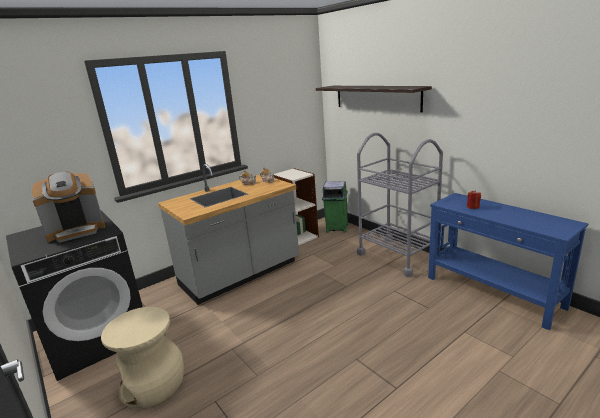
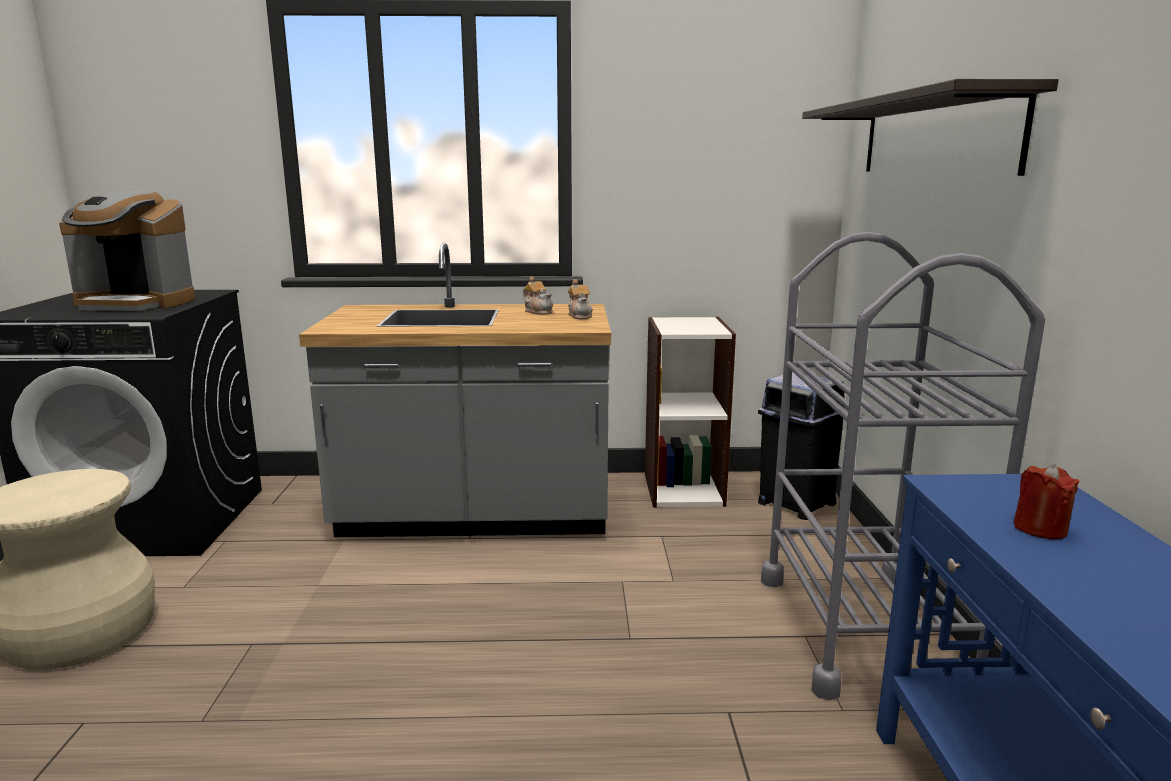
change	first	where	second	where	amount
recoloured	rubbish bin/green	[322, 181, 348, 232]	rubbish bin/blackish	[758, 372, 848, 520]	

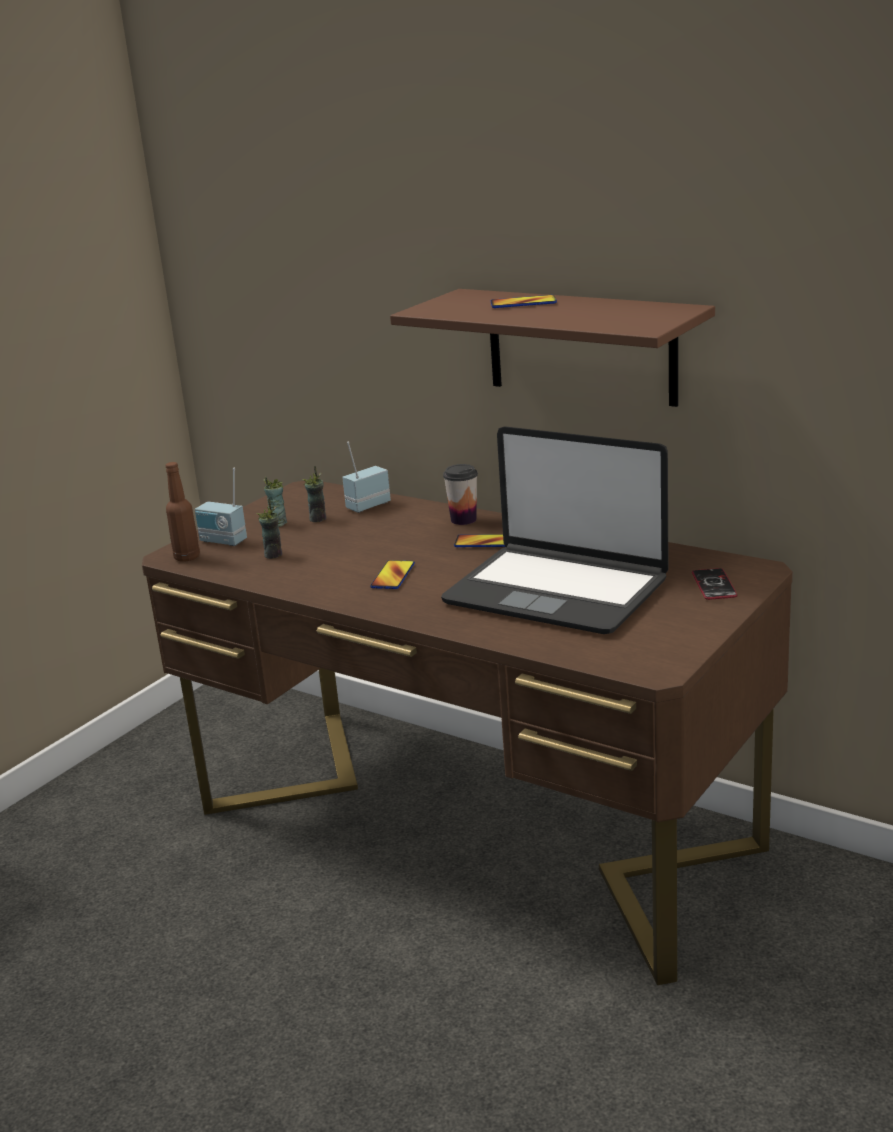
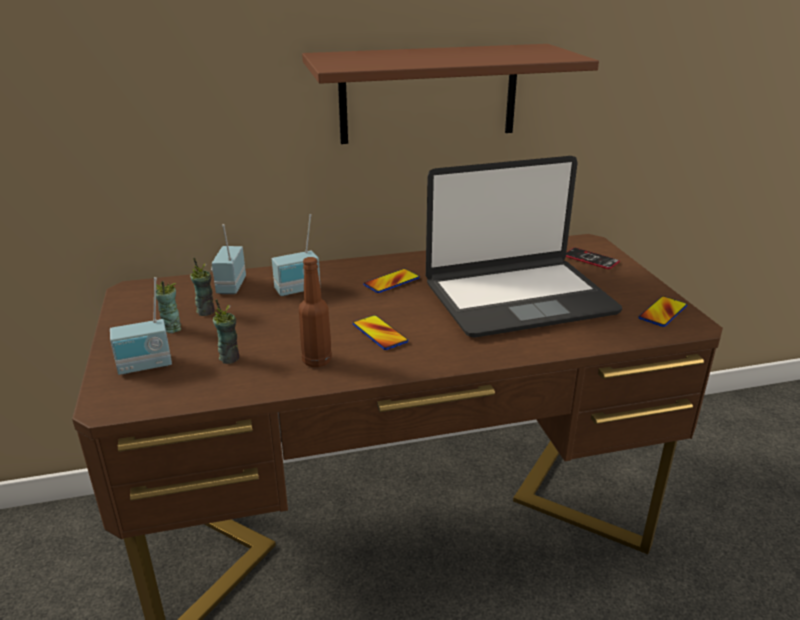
change	first	where	second	where	amount
moved	drink bottle/brown	[166, 462, 200, 562]		[299, 257, 332, 367]	
removed	drinking cup	[443, 464, 478, 525]			
moved	telephone	[491, 295, 557, 308]		[638, 296, 687, 327]	
added			radio receiver	[272, 214, 321, 296]	

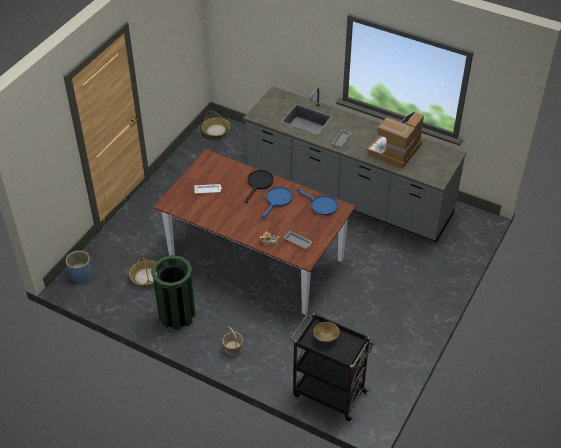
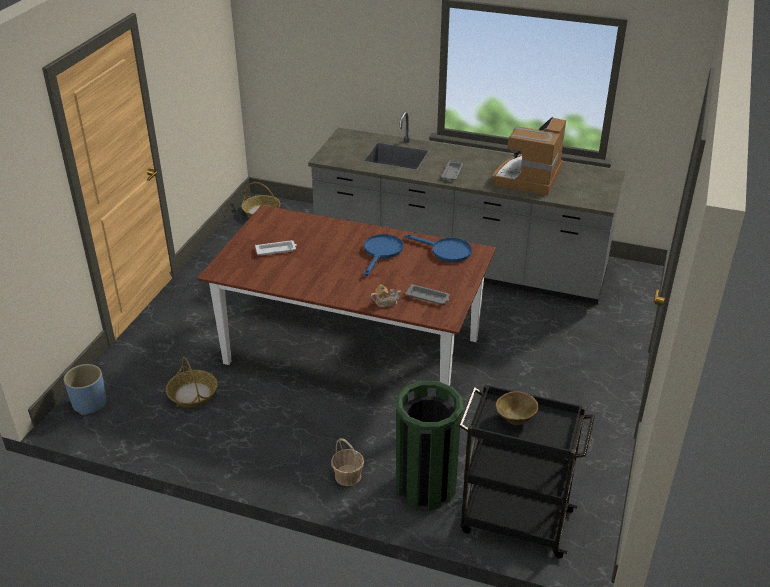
change	first	where	second	where	amount
moved	rubbish bin/green	[151, 255, 195, 330]		[396, 381, 463, 510]	
removed	pan/blackish	[245, 170, 274, 203]			

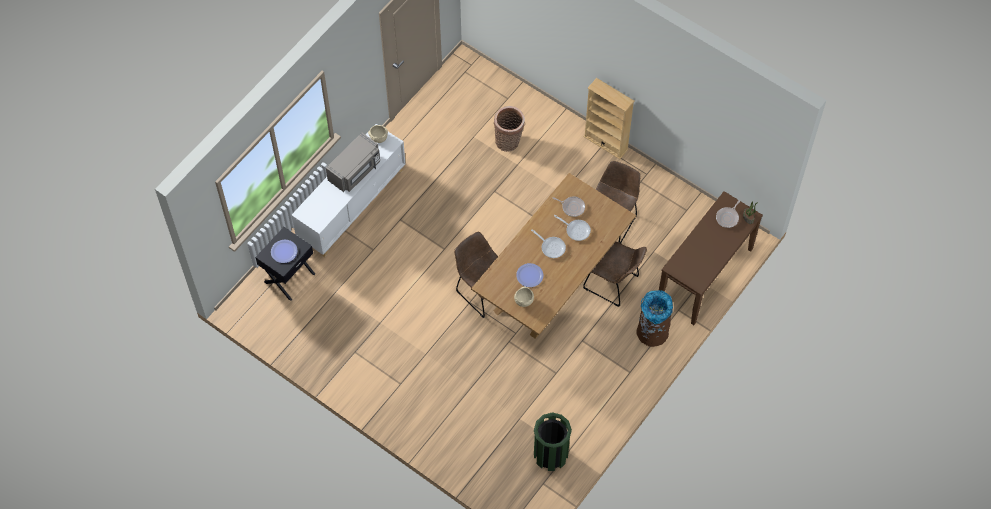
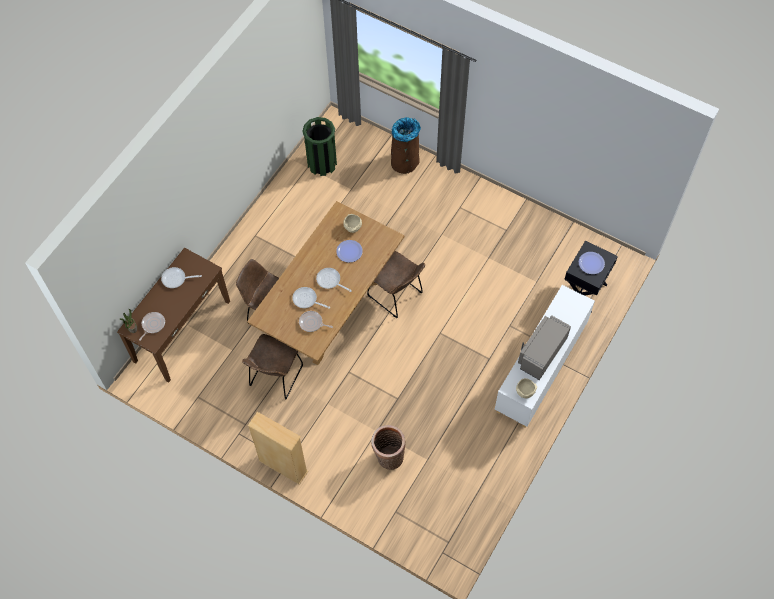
change	first	where	second	where	amount
moved	rubbish bin/brown	[636, 290, 673, 347]		[391, 117, 421, 174]	
added			pan	[161, 267, 202, 288]	

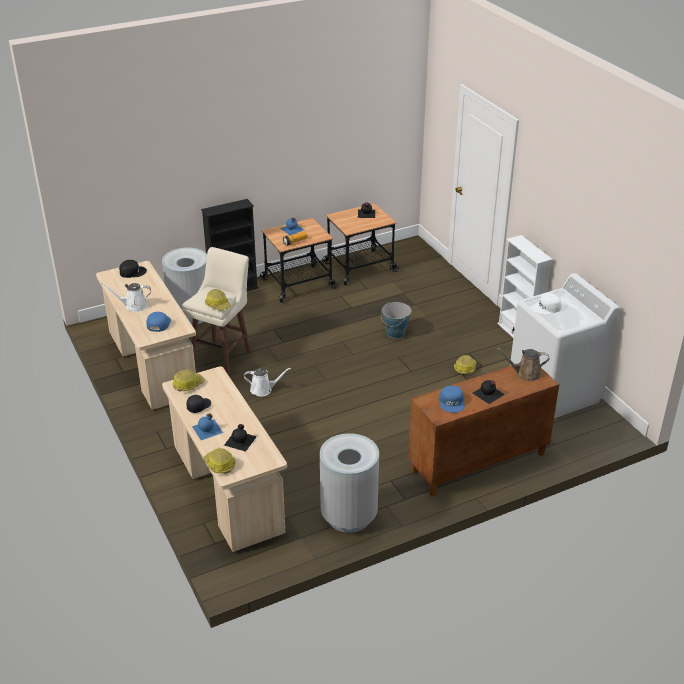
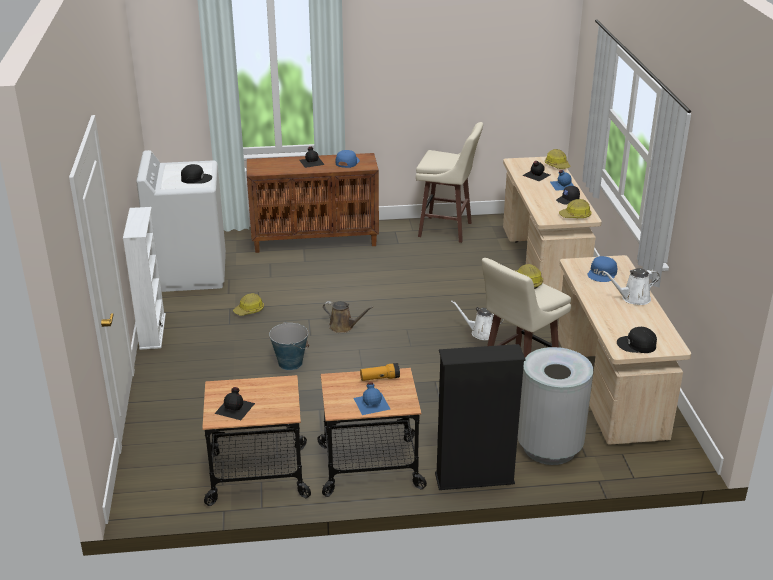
change	first	where	second	where	amount
turned	watering can/white-coloured	[102, 283, 152, 312]		[602, 268, 660, 305]	150 degrees clockwise
replaced	rubbish bin/gray	[320, 433, 379, 533]	sitting stool/sand-coloured	[416, 122, 483, 243]	
moved	watering can/brown	[497, 348, 549, 381]		[323, 301, 373, 333]	
recoloured	peaked cap/white-coloured	[532, 293, 562, 315]	peaked cap/blackish	[181, 164, 212, 184]	

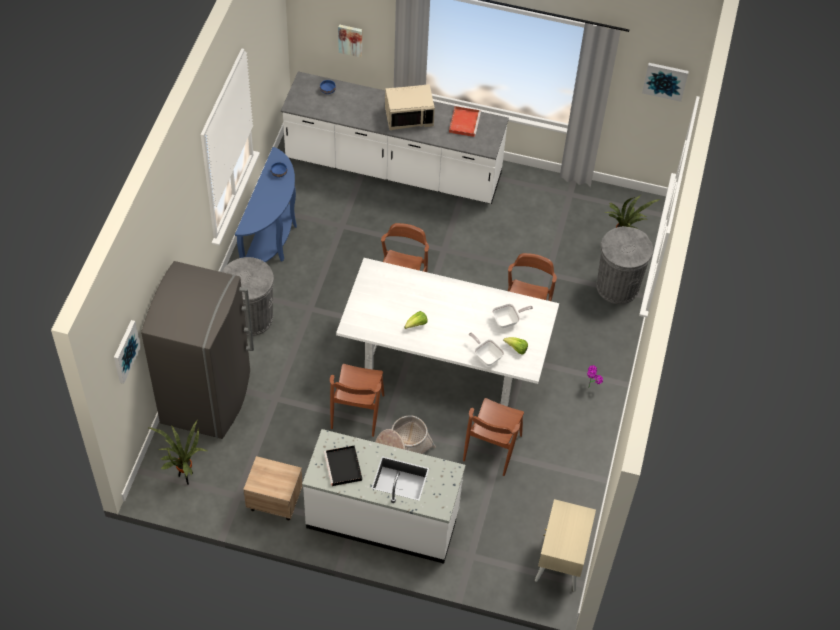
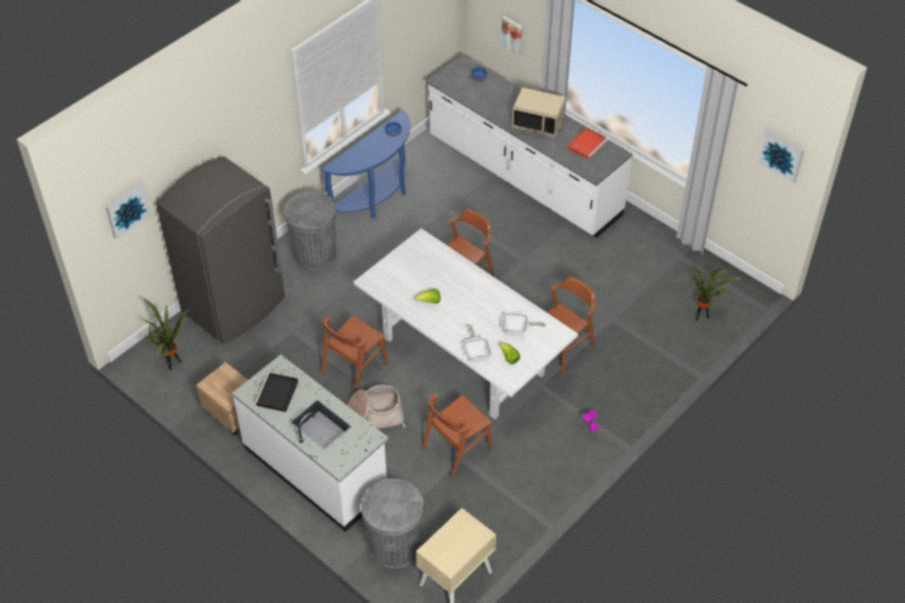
change	first	where	second	where	amount
moved	rubbish bin/gray	[596, 226, 653, 304]		[361, 479, 423, 569]	

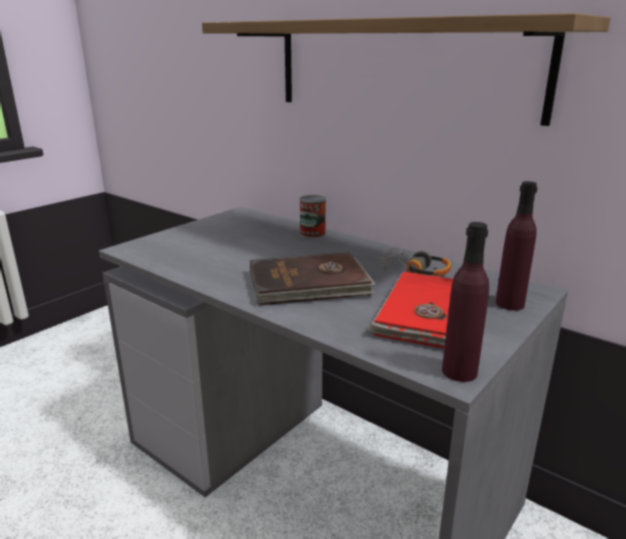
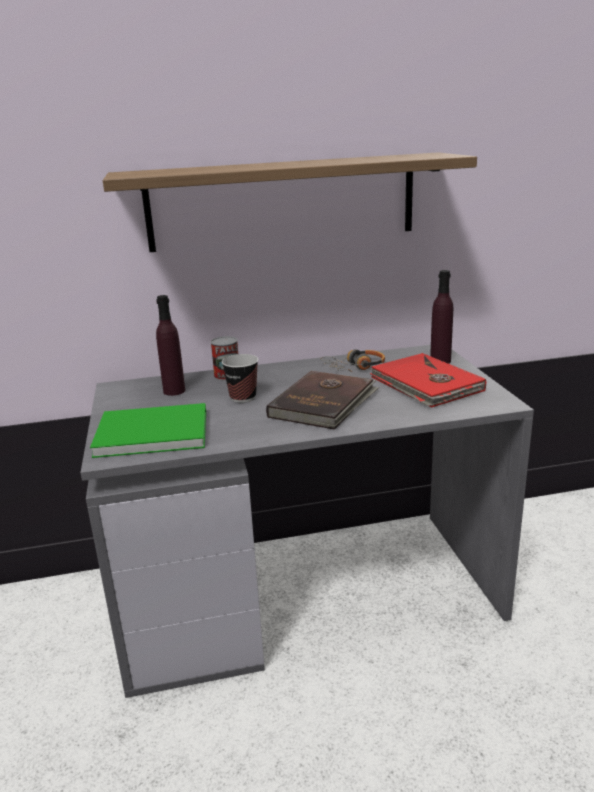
change	first	where	second	where	amount
moved	drink bottle/purple	[442, 222, 489, 382]		[156, 295, 185, 396]	
added			volume/green	[90, 403, 206, 458]	
added			drinking cup	[222, 354, 258, 403]	

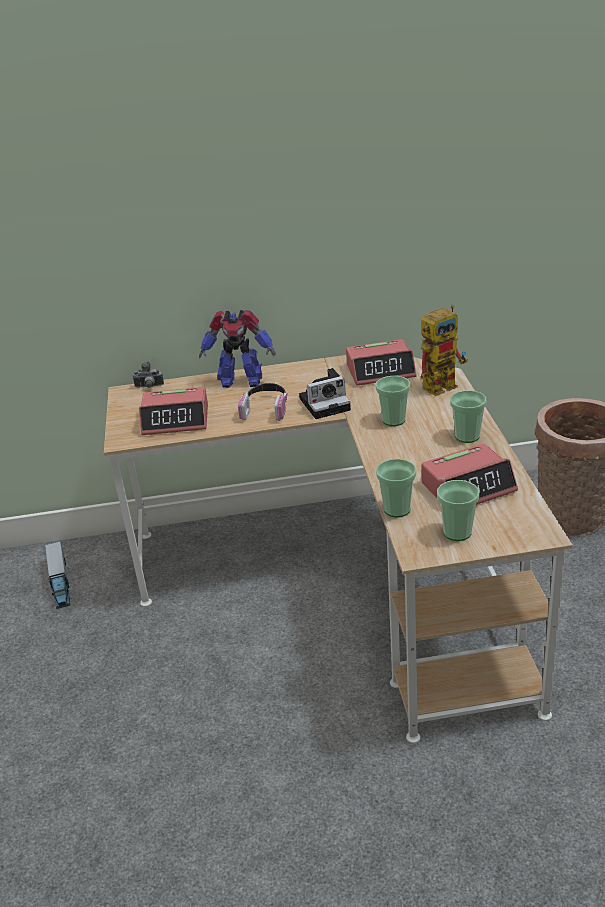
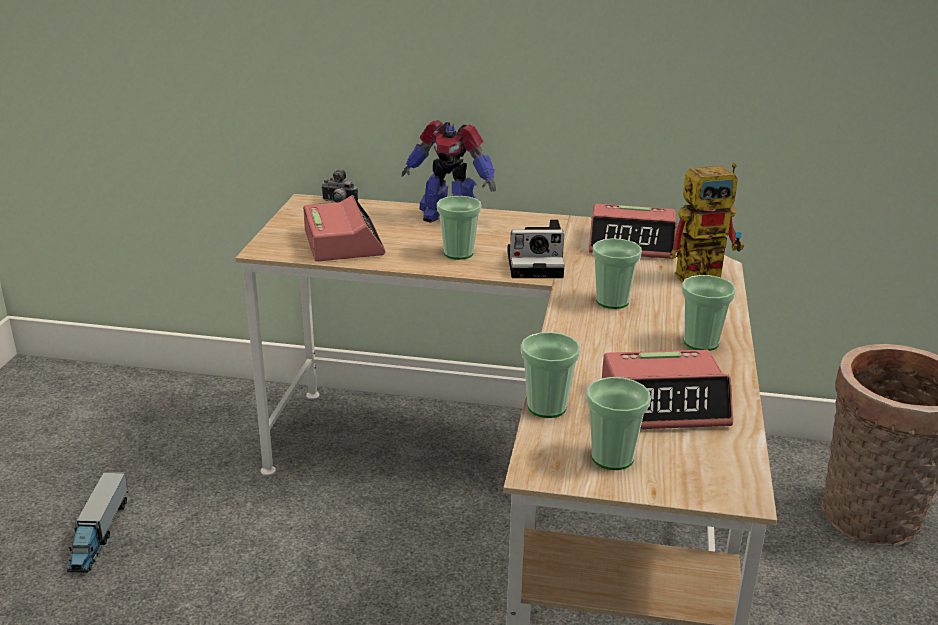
change	first	where	second	where	amount
moved	toy lorry	[45, 541, 71, 609]		[67, 472, 128, 573]	
turned	alarm clock	[139, 387, 208, 435]		[303, 195, 386, 261]	120 degrees counterclockwise
replaced	headphones	[238, 383, 288, 421]	drinking cup	[437, 196, 481, 260]	

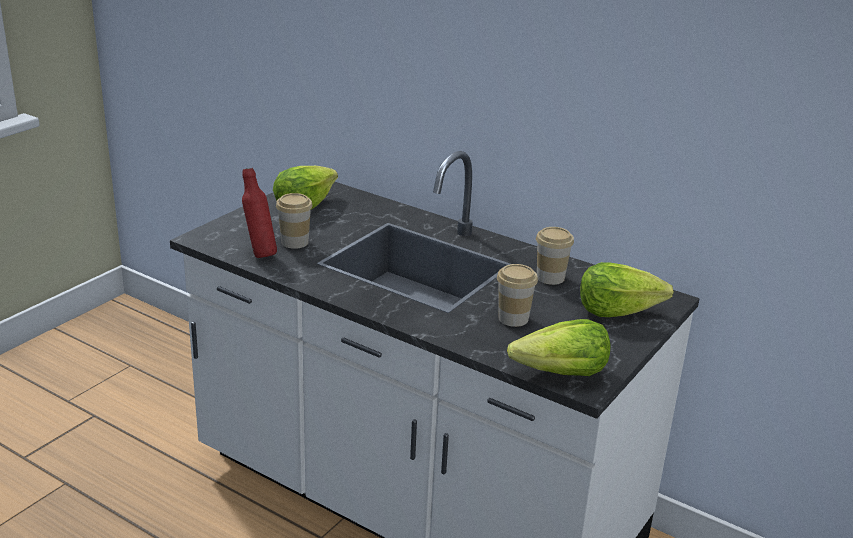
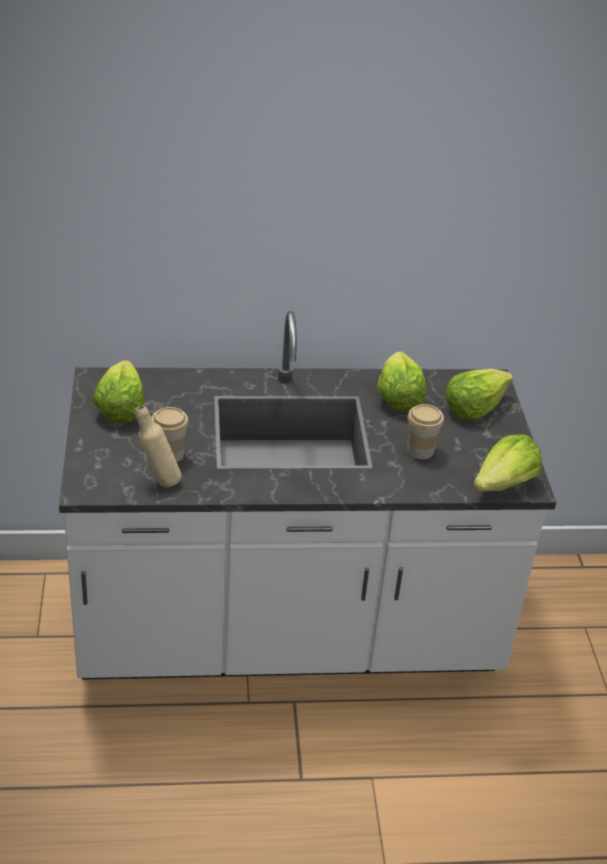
change	first	where	second	where	amount
recoloured	drink bottle/red-coloured	[242, 168, 277, 258]	drink bottle/sand-coloured	[135, 405, 181, 488]	
replaced	drinking cup	[536, 227, 574, 285]	lettuce	[377, 351, 426, 412]	

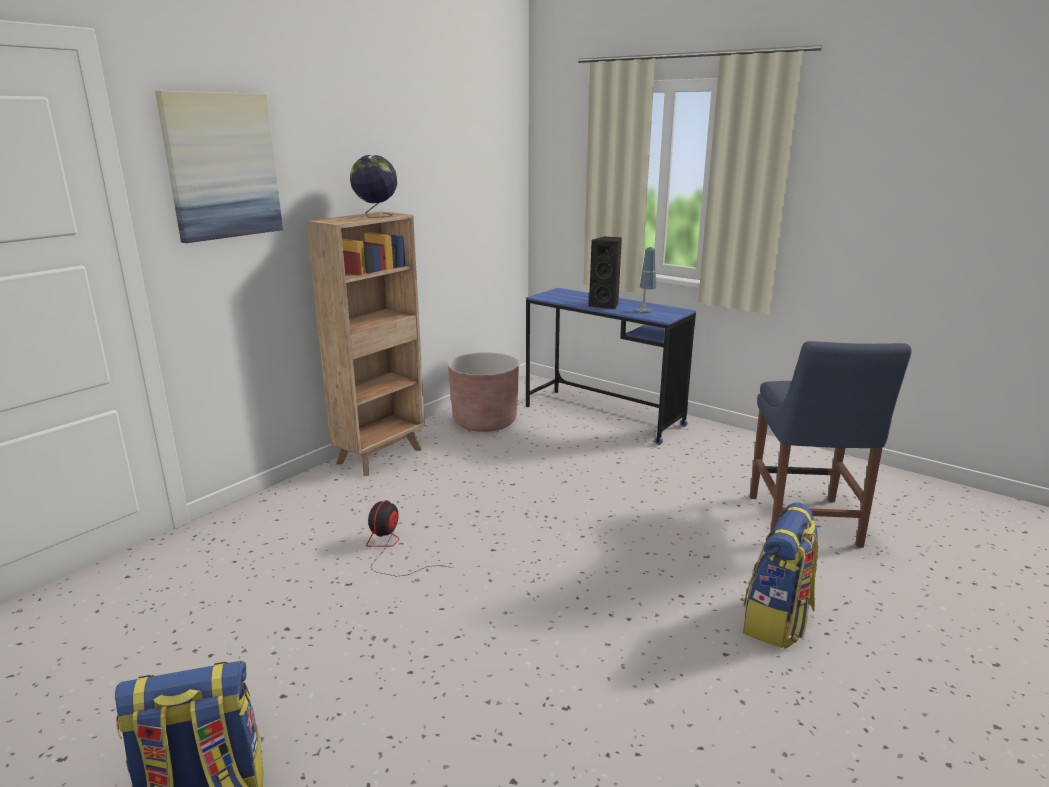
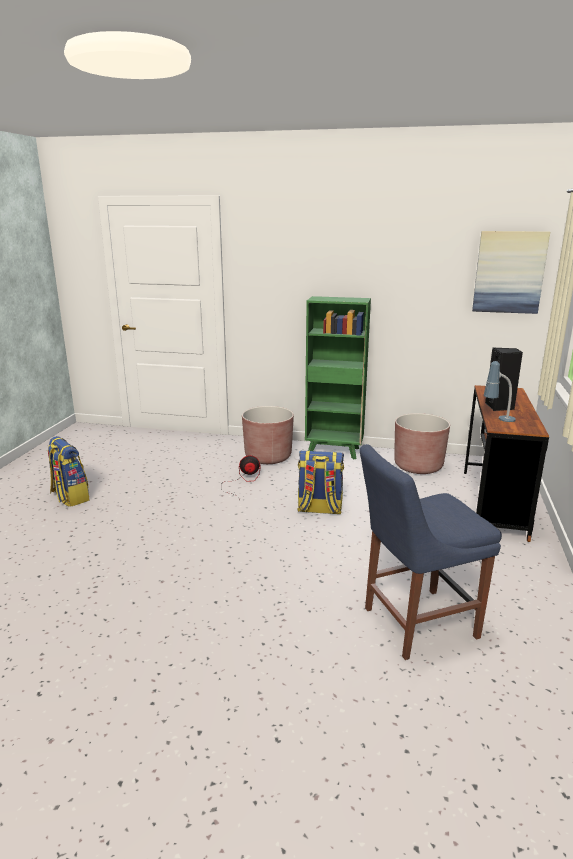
change	first	where	second	where	amount
moved	picture	[155, 91, 283, 243]		[472, 231, 550, 314]	
recoloured	shelving unit/brown	[306, 211, 425, 476]	shelving unit/green	[305, 296, 371, 459]	
removed	world globe	[350, 155, 397, 218]			
recoloured	desk/blue-coloured	[526, 288, 696, 445]	desk/brown	[464, 385, 549, 542]	
moved	backpack	[743, 502, 818, 649]		[297, 451, 344, 515]	
added			planter/brown	[242, 406, 294, 464]	

